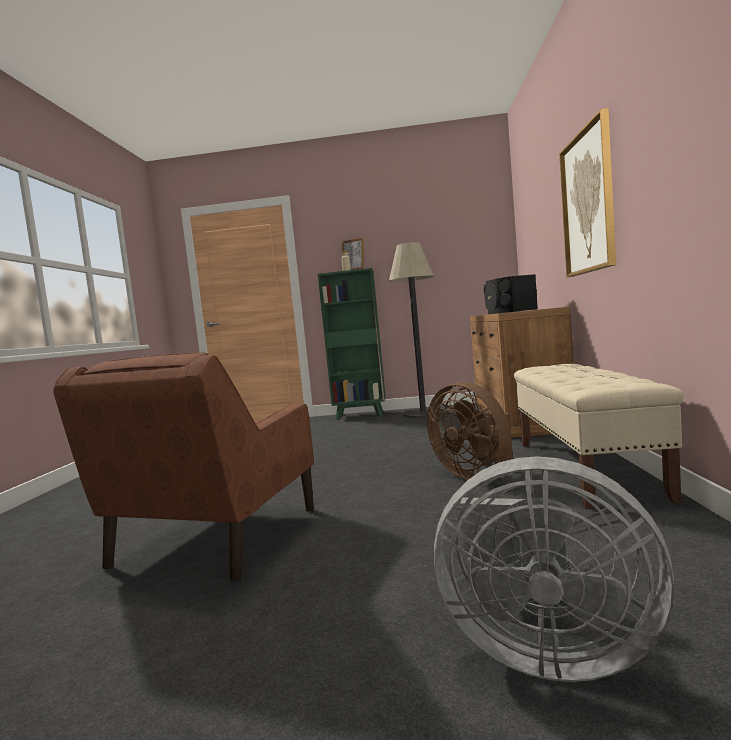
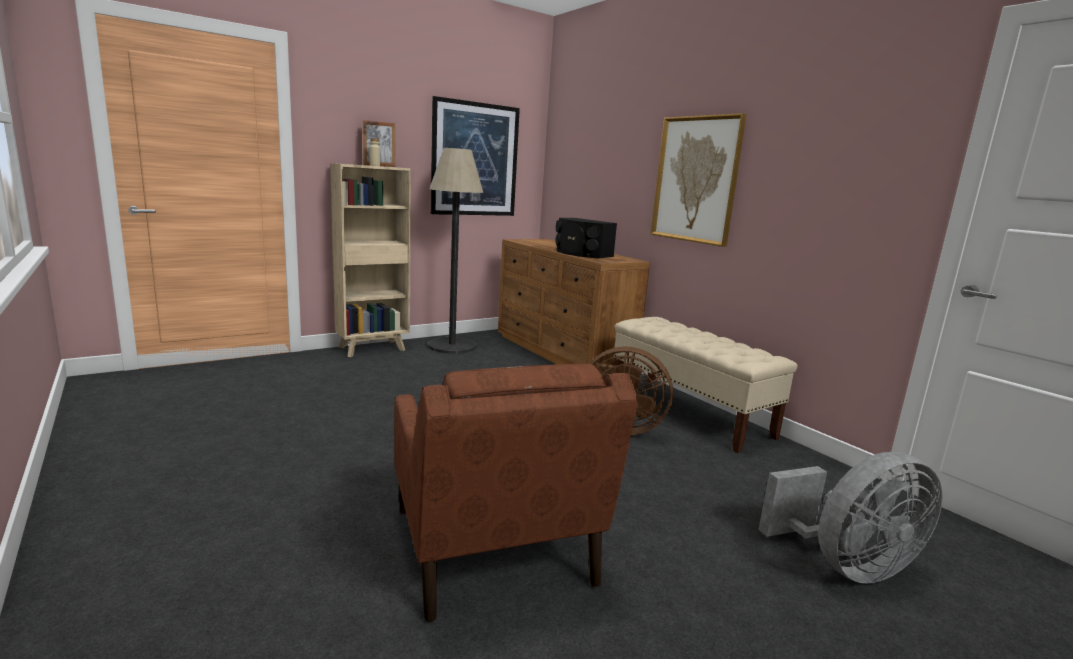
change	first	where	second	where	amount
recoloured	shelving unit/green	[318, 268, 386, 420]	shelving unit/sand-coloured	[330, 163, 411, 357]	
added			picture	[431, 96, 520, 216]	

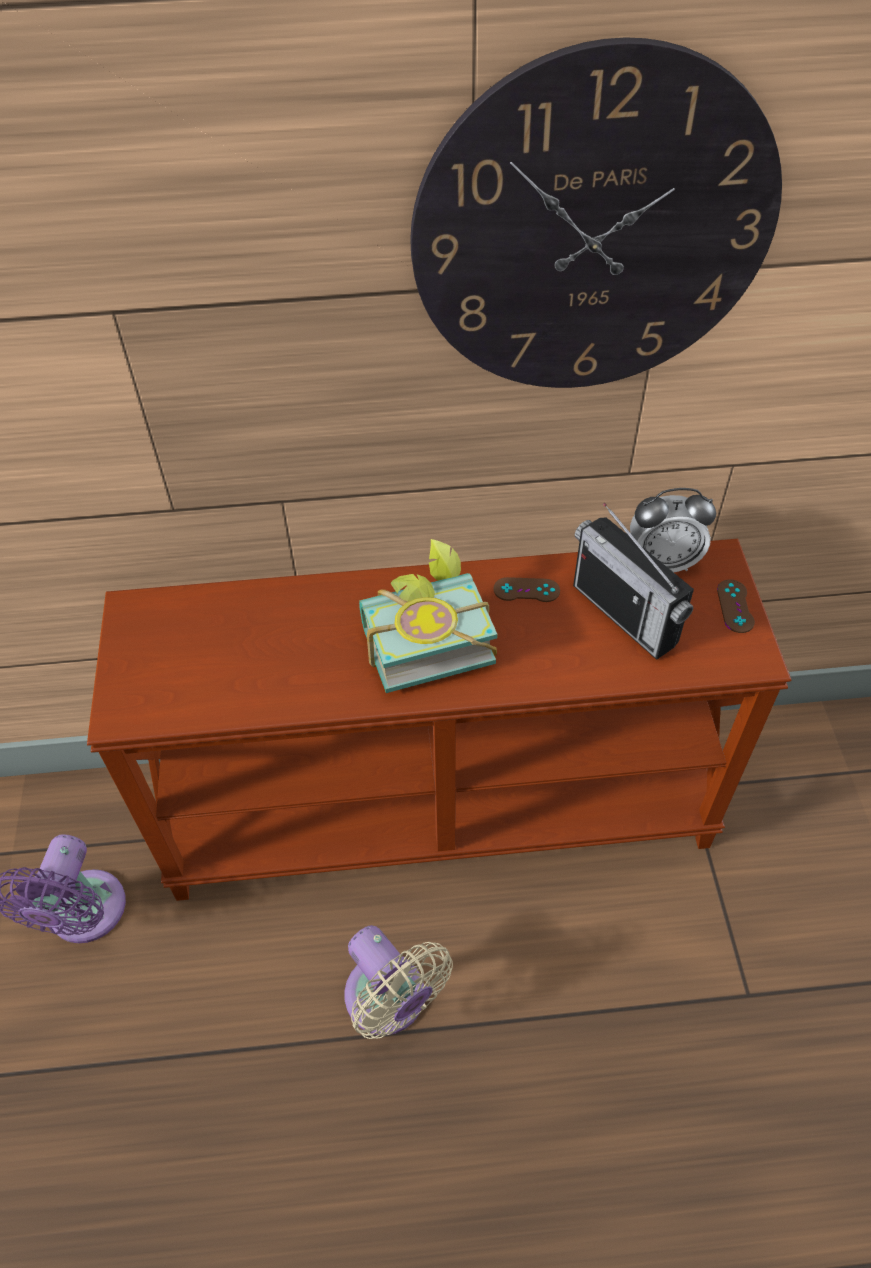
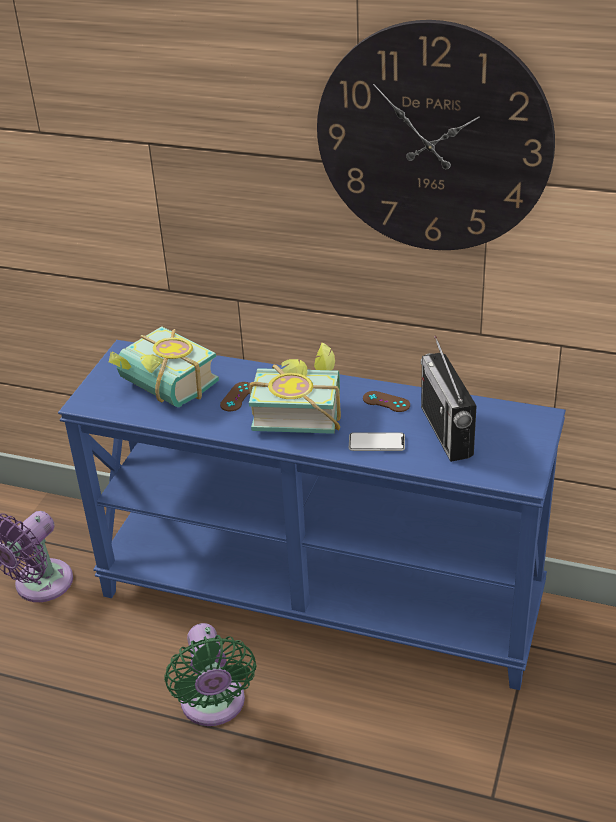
change	first	where	second	where	amount
recoloured	hall table/brown	[87, 539, 792, 901]	hall table/blue-coloured	[58, 340, 566, 690]	
recoloured	electric fan/sand-coloured	[344, 925, 453, 1039]	electric fan/green	[164, 623, 256, 726]	
removed	alarm clock	[630, 488, 716, 572]			
moved	game controller/brown	[717, 579, 755, 633]		[220, 382, 250, 411]	
added			volume	[109, 326, 219, 407]	
added			telephone	[349, 432, 405, 451]	

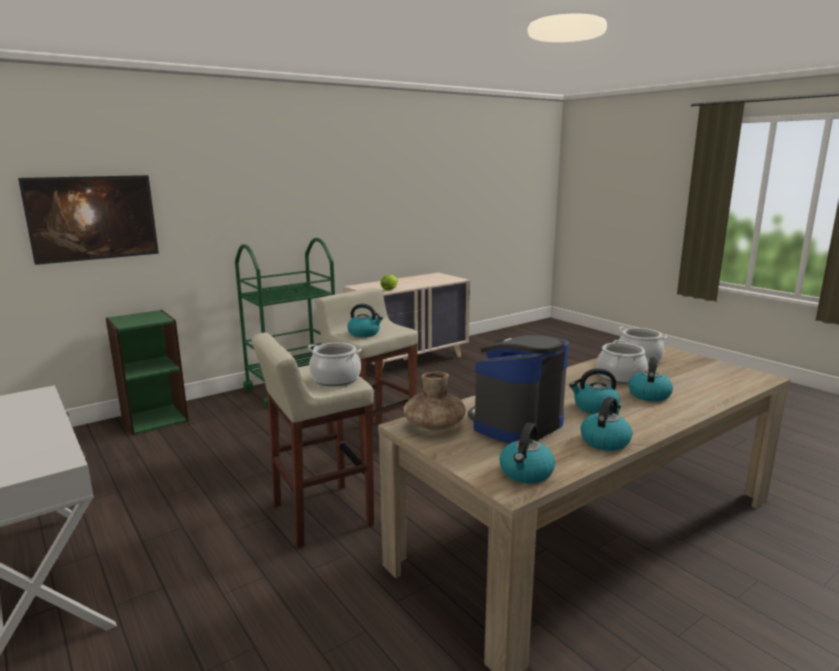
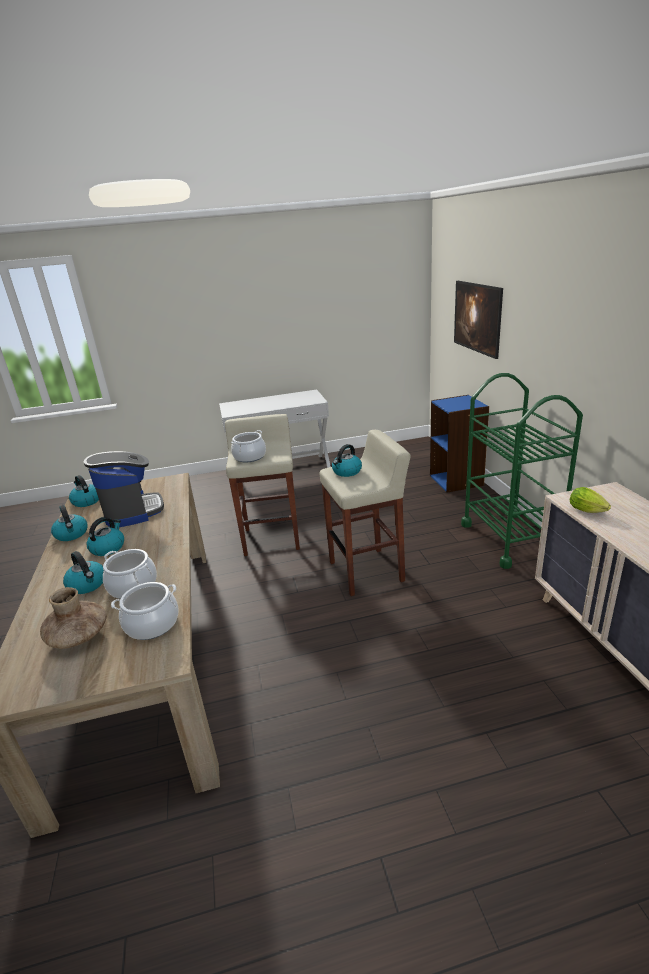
change	first	where	second	where	amount
recoloured	shelving unit/green	[106, 310, 189, 435]	shelving unit/blue-coloured	[430, 395, 489, 493]	
moved	vase/brown	[403, 372, 466, 431]		[40, 587, 107, 649]	

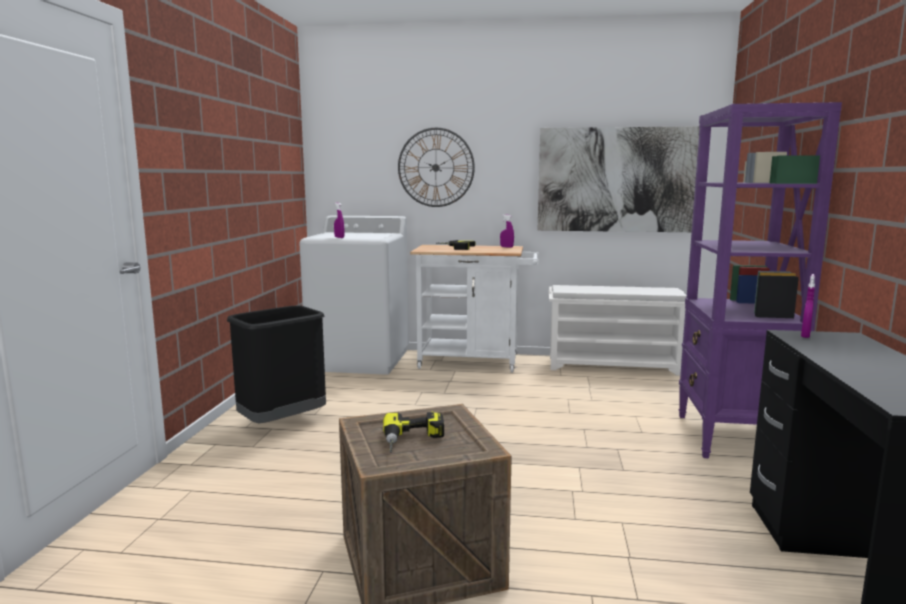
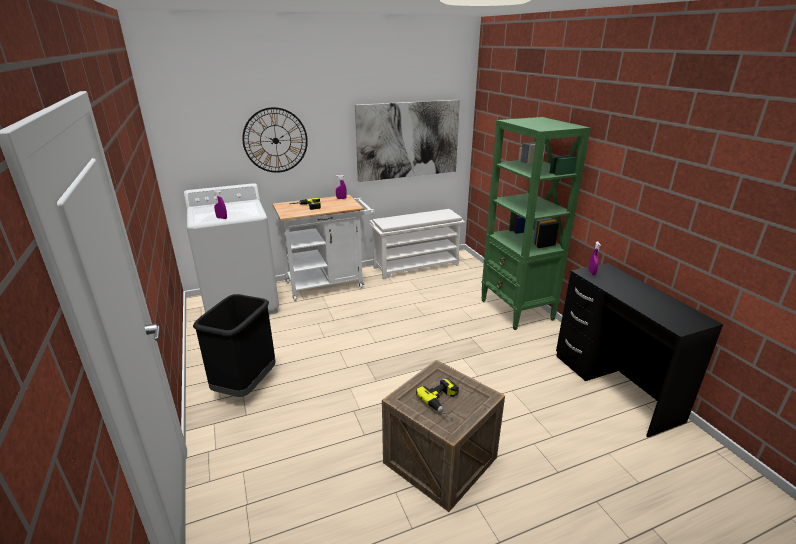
change	first	where	second	where	amount
recoloured	shelving unit/purple	[679, 102, 842, 458]	shelving unit/green	[481, 117, 591, 330]	

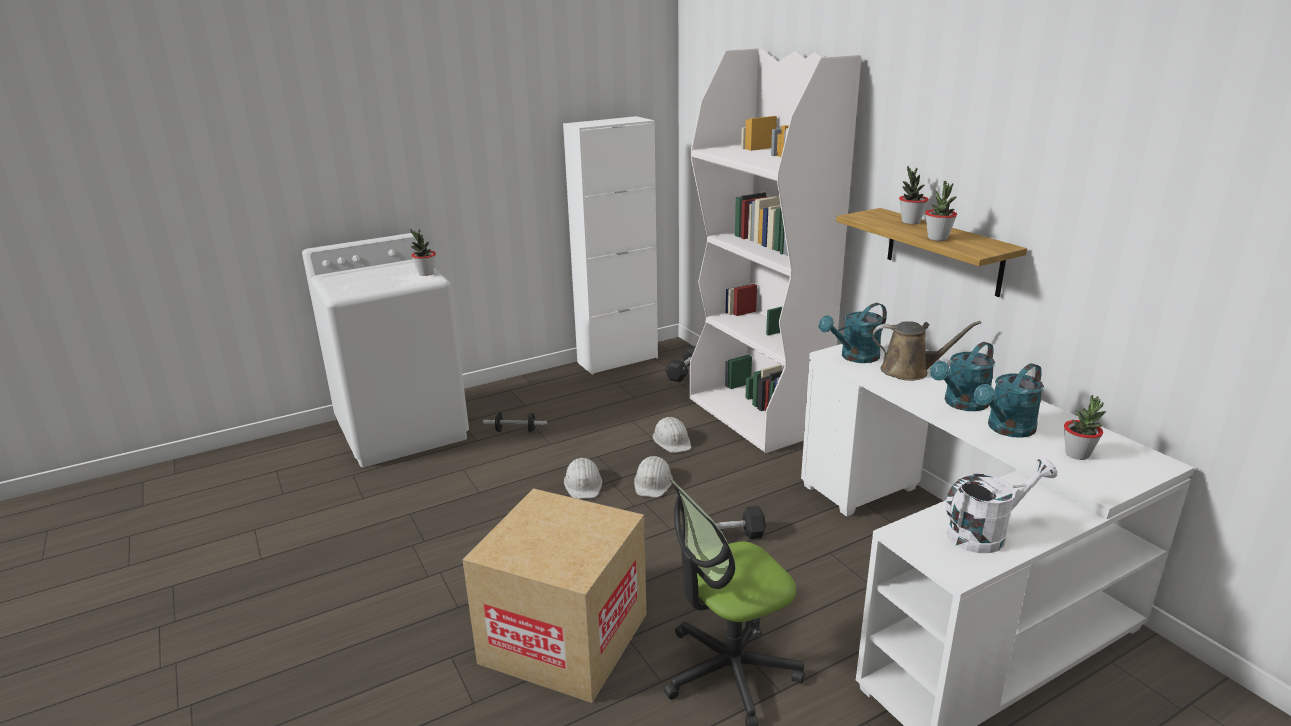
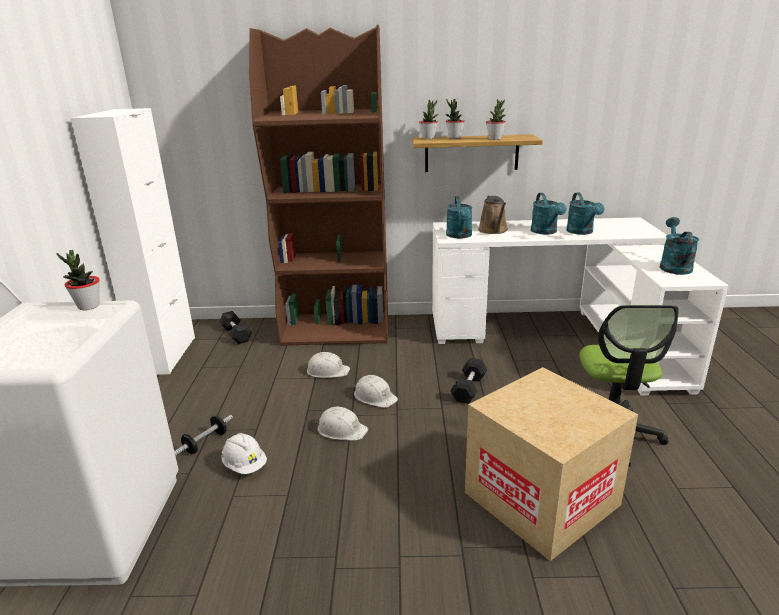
change	first	where	second	where	amount
recoloured	shelving unit/white-coloured	[690, 48, 861, 453]	shelving unit/brown	[249, 24, 388, 346]	
turned	watering can/brown	[873, 321, 981, 381]		[478, 195, 508, 234]	135 degrees clockwise
recoloured	watering can/white-coloured	[946, 457, 1057, 553]	watering can/blue-green	[660, 217, 699, 275]	
moved	houseplant	[1064, 395, 1106, 460]		[419, 100, 438, 139]	
added			work helmet/white-coloured	[221, 433, 267, 474]	

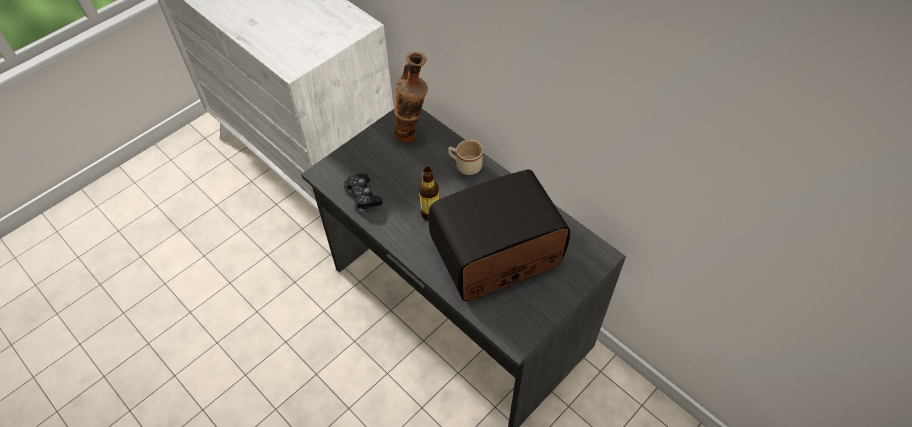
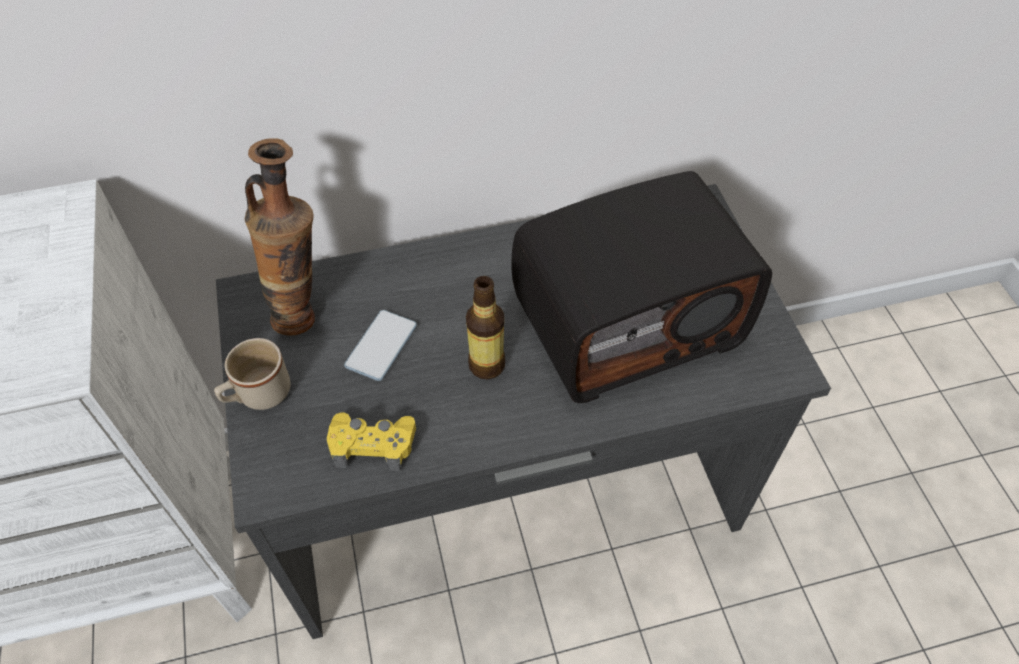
change	first	where	second	where	amount
recoloured	game controller/blackish	[344, 174, 383, 211]	game controller/yellow	[327, 412, 416, 471]	
turned	radio receiver	[429, 170, 570, 301]		[511, 171, 772, 403]	120 degrees counterclockwise
moved	tea mug/sand-coloured	[448, 140, 483, 175]		[214, 338, 291, 410]	
added			telephone	[344, 310, 417, 381]	

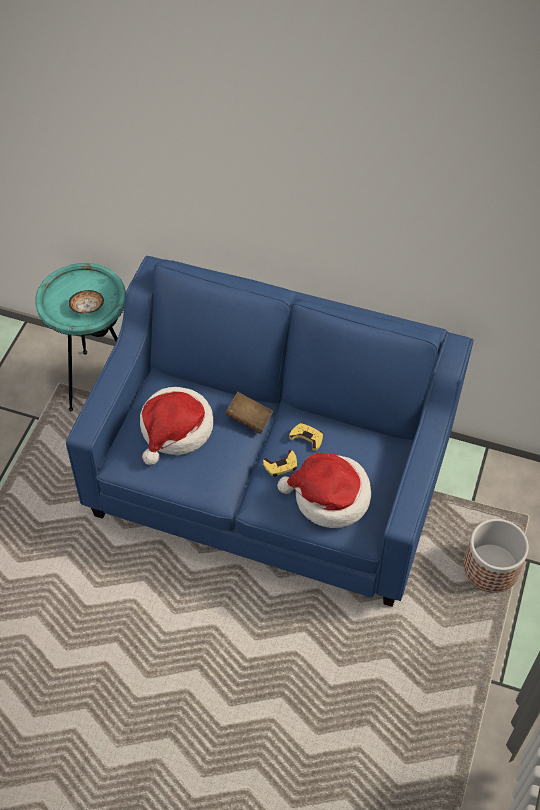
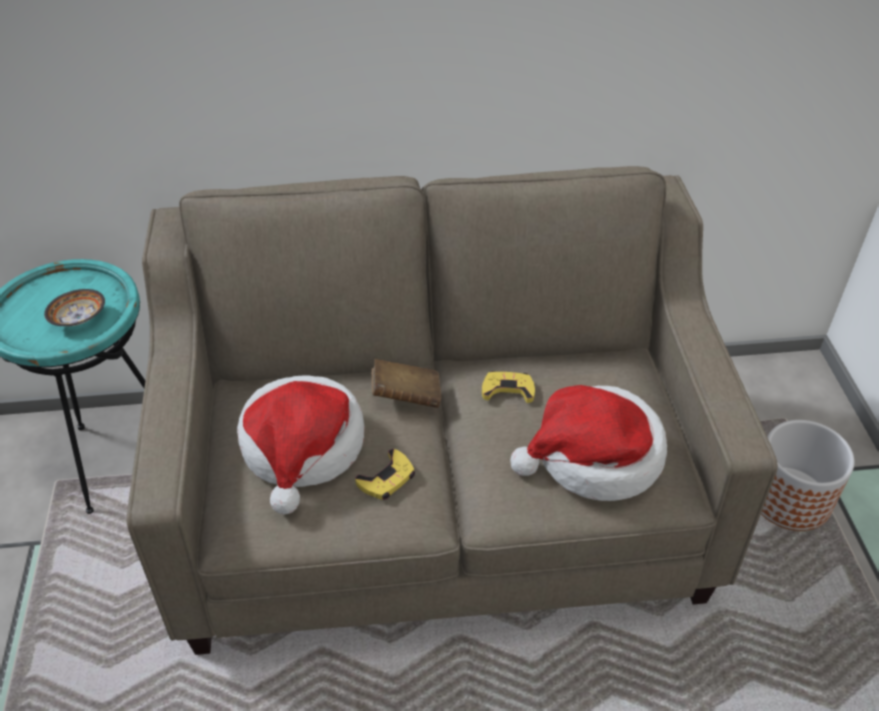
change	first	where	second	where	amount
recoloured	sofa/blue-coloured	[66, 256, 474, 607]	sofa/sand-coloured	[127, 166, 778, 655]	
moved	game controller/yellow	[263, 450, 297, 477]		[355, 449, 415, 500]	

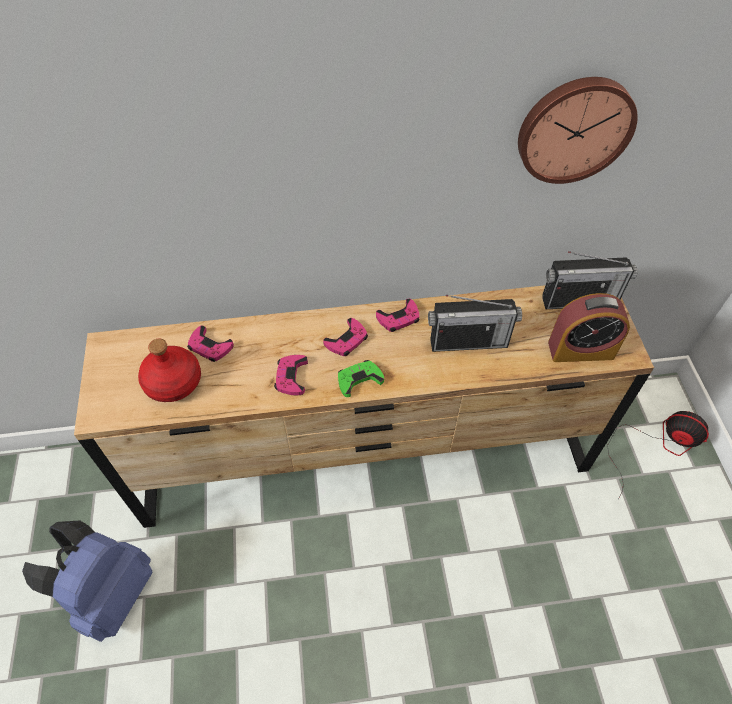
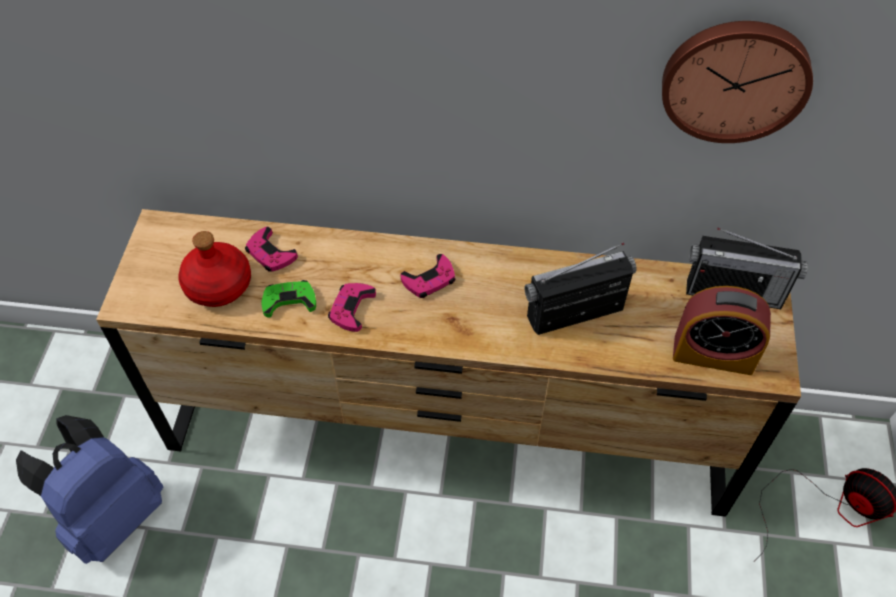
change	first	where	second	where	amount
moved	game controller/green	[338, 360, 384, 397]		[262, 280, 316, 317]	
removed	game controller/pink-coloured	[376, 299, 420, 332]			
turned	radio receiver	[428, 295, 522, 352]		[524, 242, 637, 335]	150 degrees clockwise

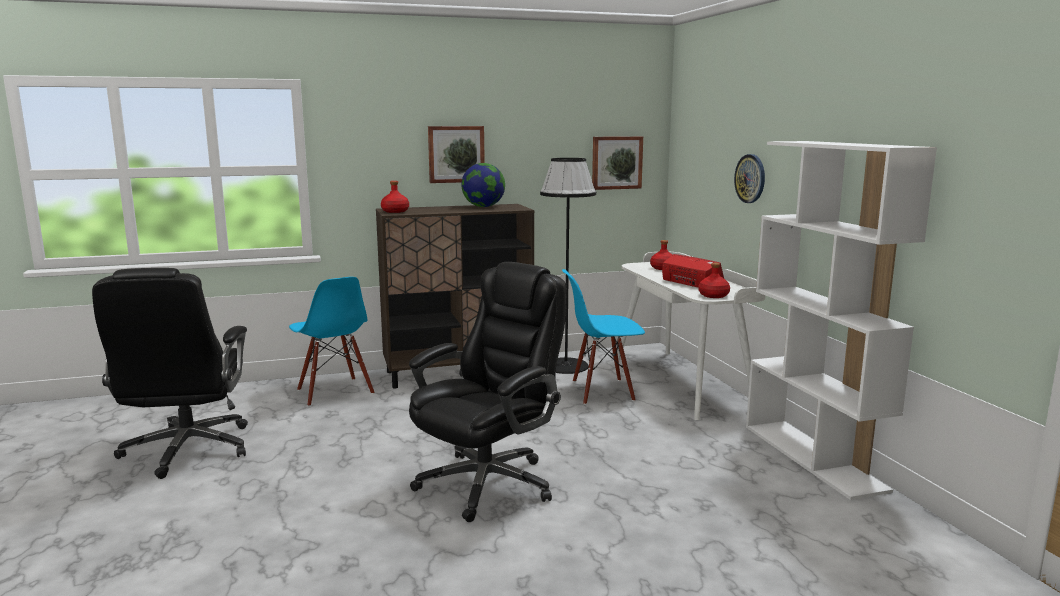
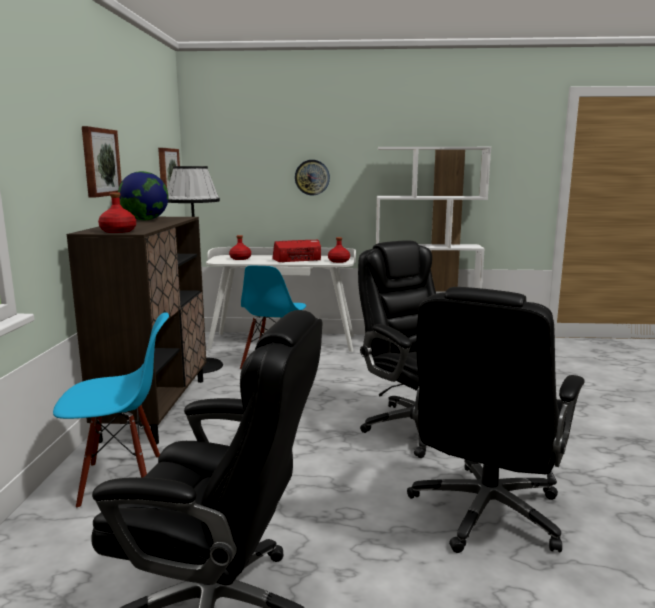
change	first	where	second	where	amount
added			computer chair/blackish	[407, 287, 585, 553]	

